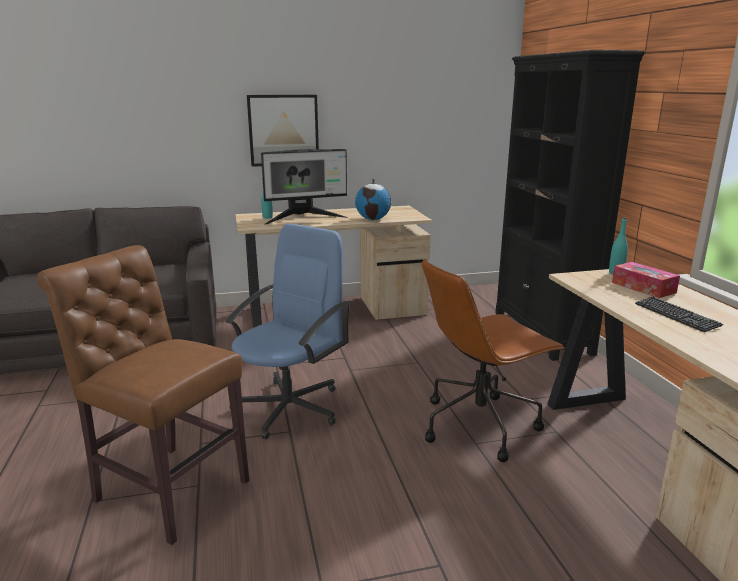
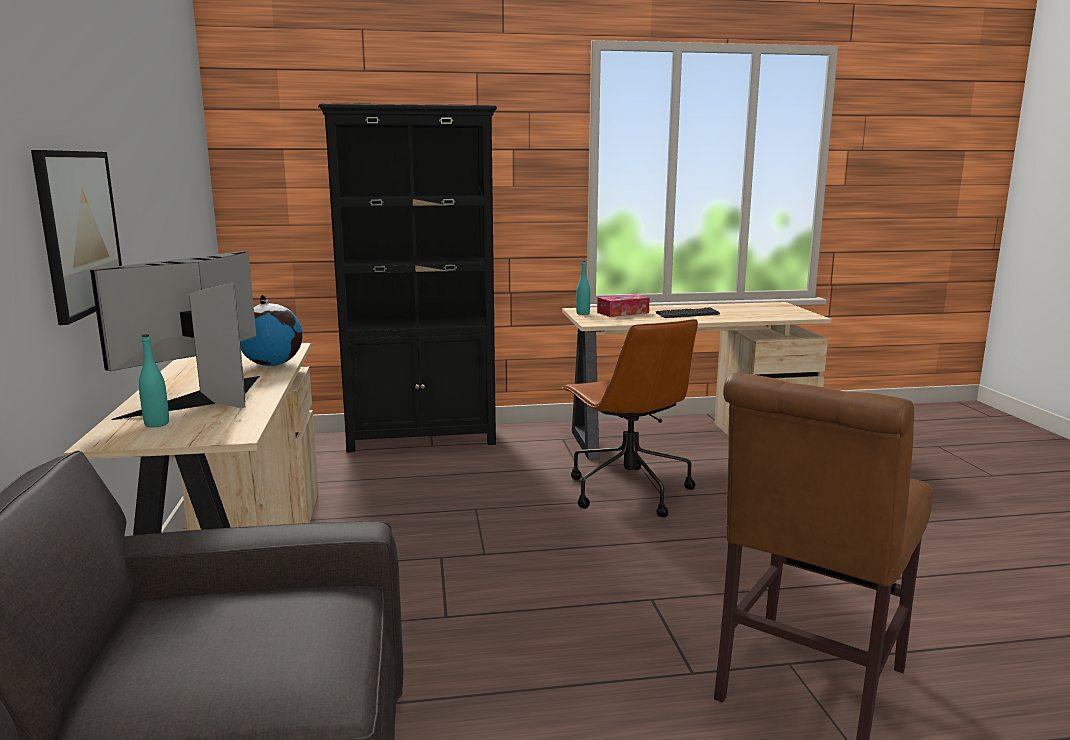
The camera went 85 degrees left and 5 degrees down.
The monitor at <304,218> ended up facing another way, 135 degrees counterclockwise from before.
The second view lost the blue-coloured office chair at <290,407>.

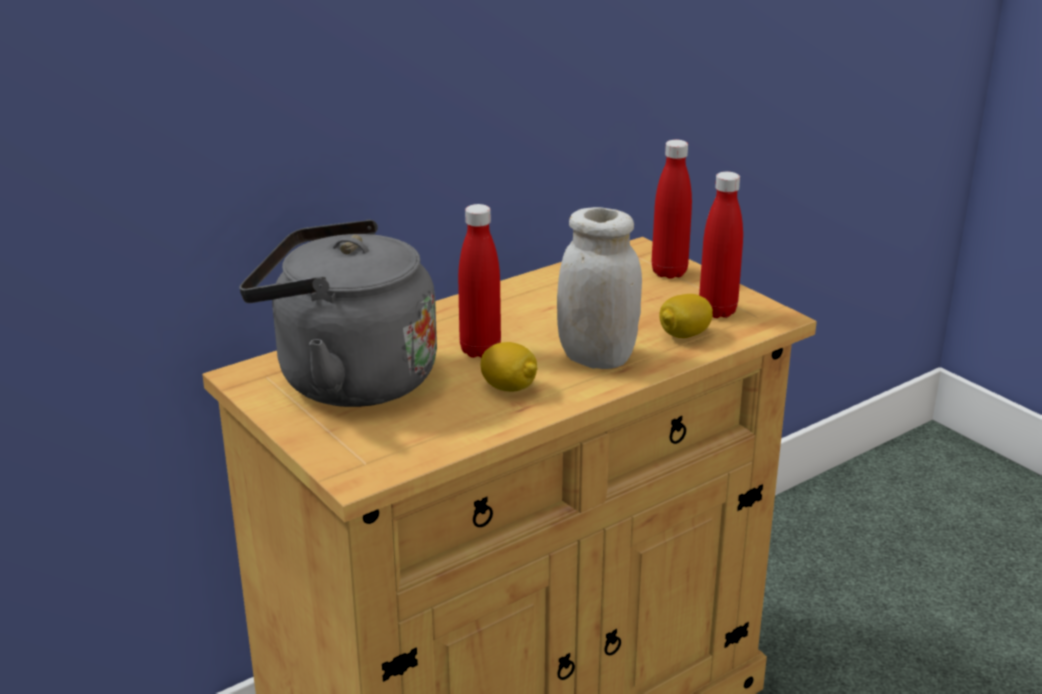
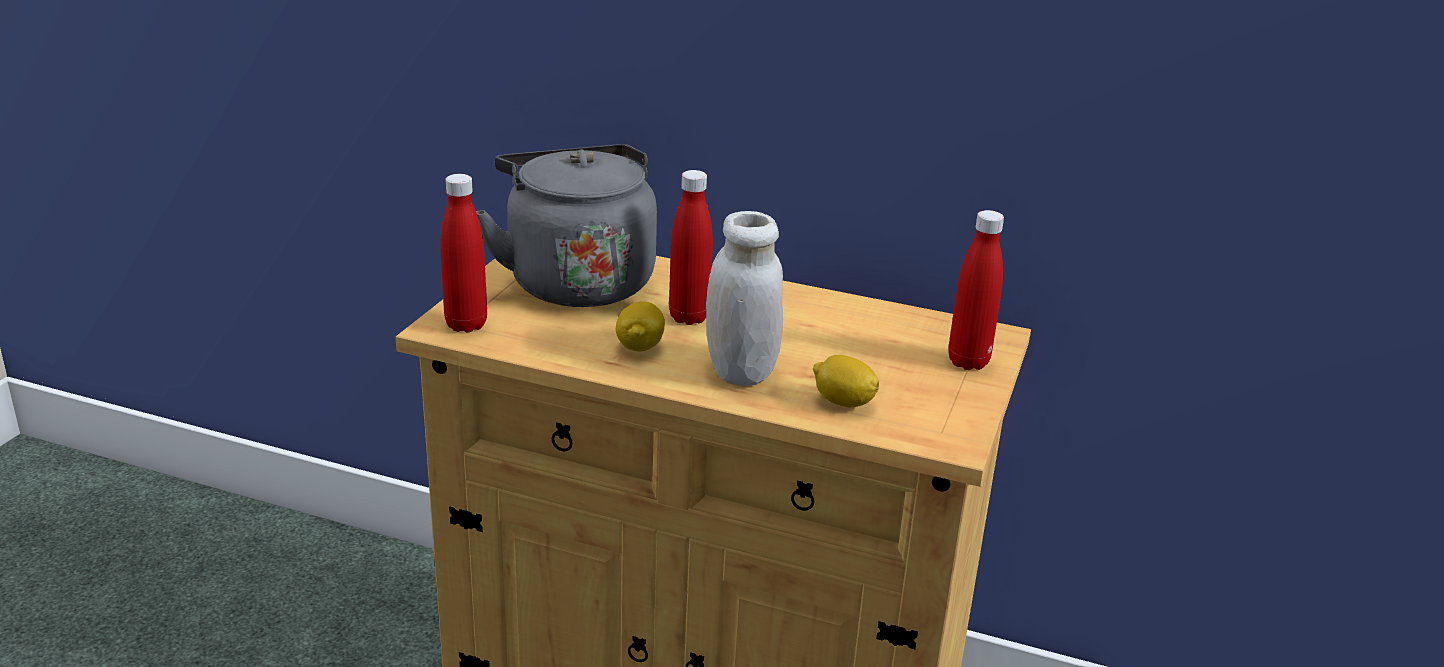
The camera went 55 degrees right and 0 degrees up.
The reddish drink bottle ended up elsewhere, having gone from <717,311> to <466,324>.

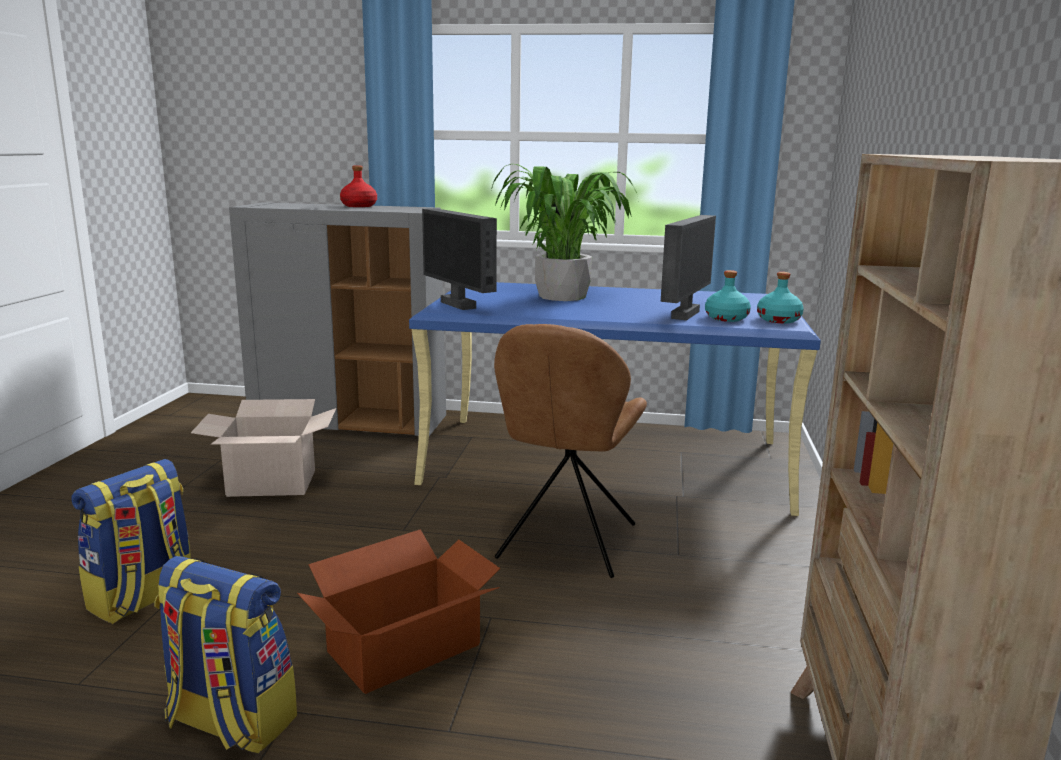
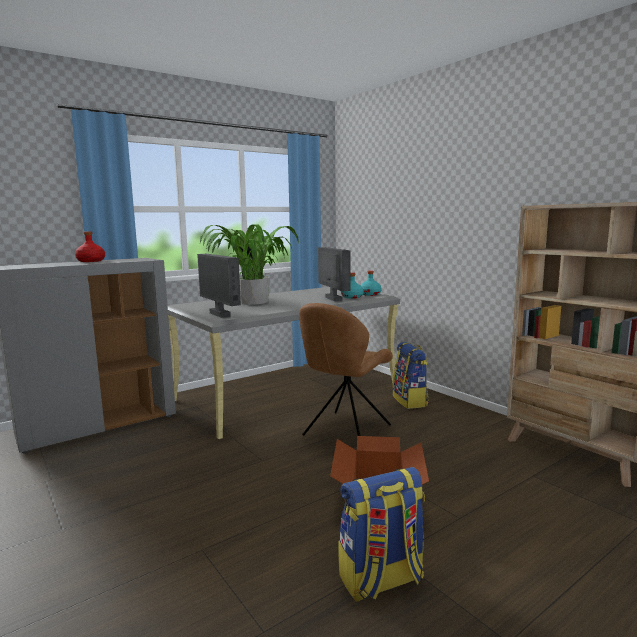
The camera went 45 degrees left and 5 degrees down.
What was the blue-coloured desk unit at <608,462> turned into the grey desk unit at <289,393>.
The monitor at <459,305> ended up facing another way, 45 degrees clockwise from before.
The brown-coloured upright chair at <566,544> ended up facing another way, 60 degrees clockwise from before.
The backpack ended up elsewhere, having gone from <143,598> to <410,401>.
The second view lost the cardboard box at <272,483>.

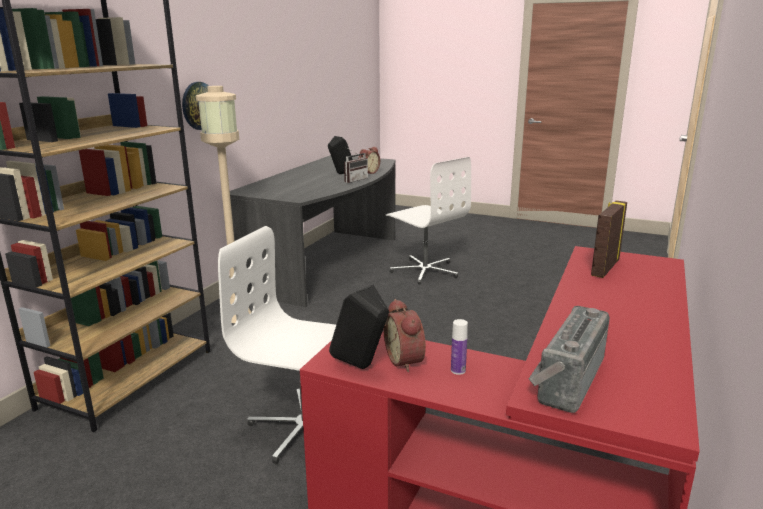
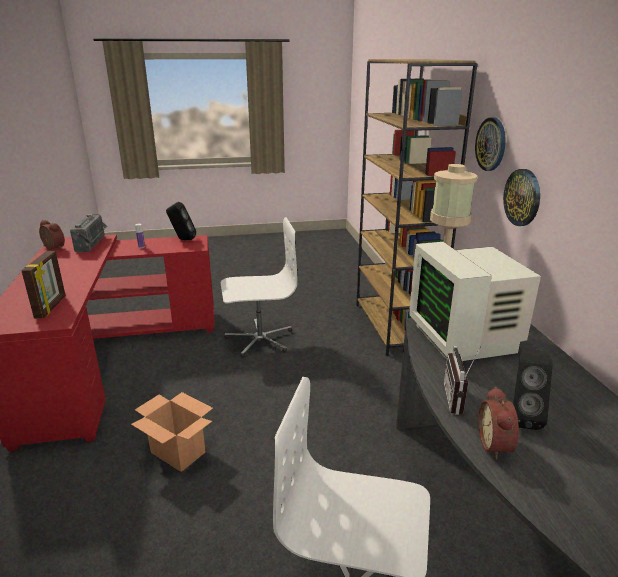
The camera went 145 degrees right and 5 degrees up.
The alarm clock ended up elsewhere, having gone from <407,360> to <53,248>.
The second view gained the cardboard box at <177,452>.
The second view gained the monitor at <465,338>.
The second view gained the clock on the wall at <491,144>.

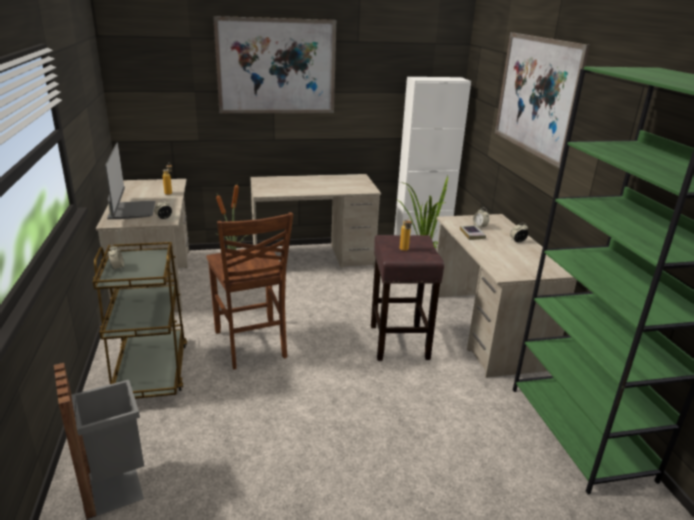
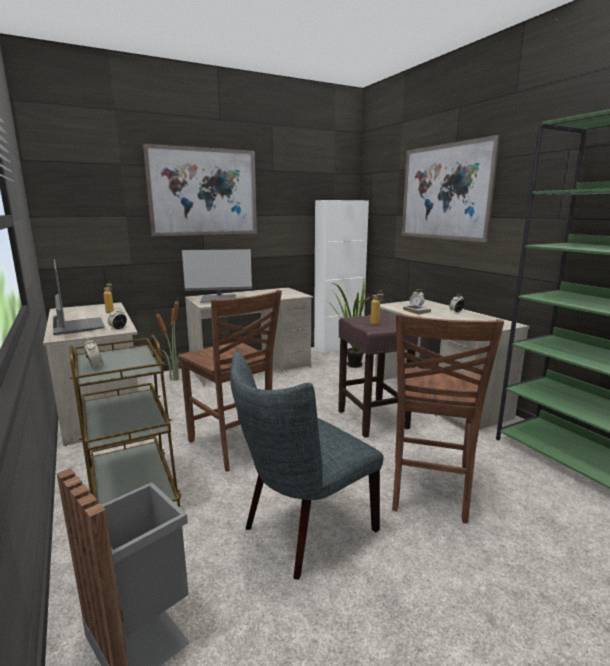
The camera went 15 degrees left and 10 degrees down.
The second view gained the monitor at <219,299>.
The second view gained the grey upright chair at <303,531>.
The second view gained the brown-coloured upright chair at <429,490>.

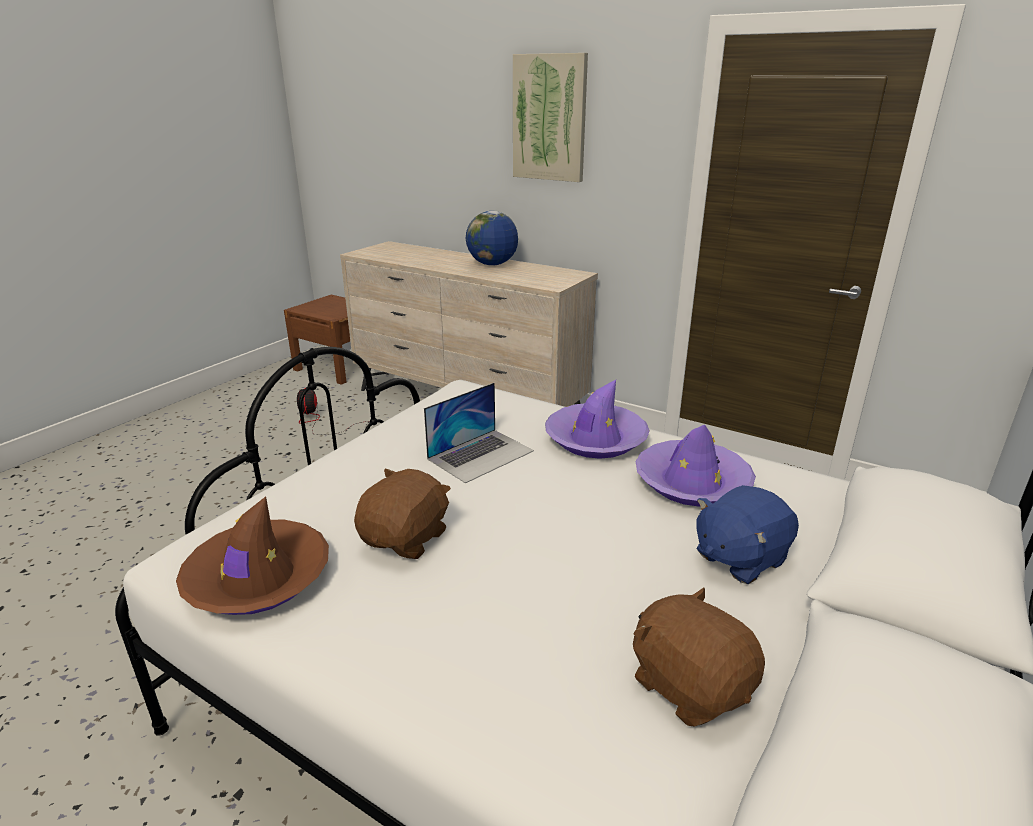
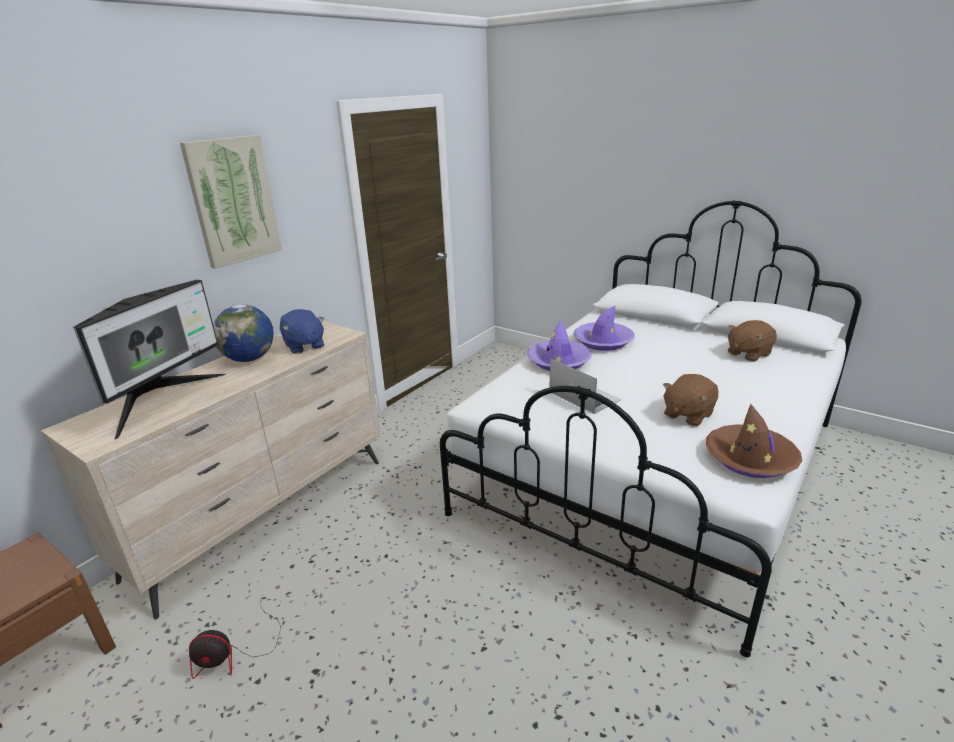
The camera went 85 degrees left and 0 degrees up.
The second view gained the monitor at <162,400>.
The blue-coloured soft toy ended up elsewhere, having gone from <739,557> to <304,346>.
The brown-coloured soft toy at <406,539> ended up facing another way, 75 degrees counterclockwise from before.

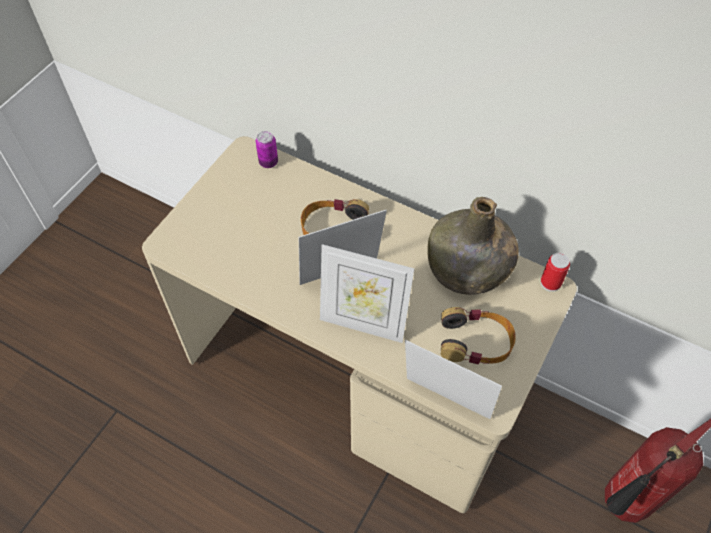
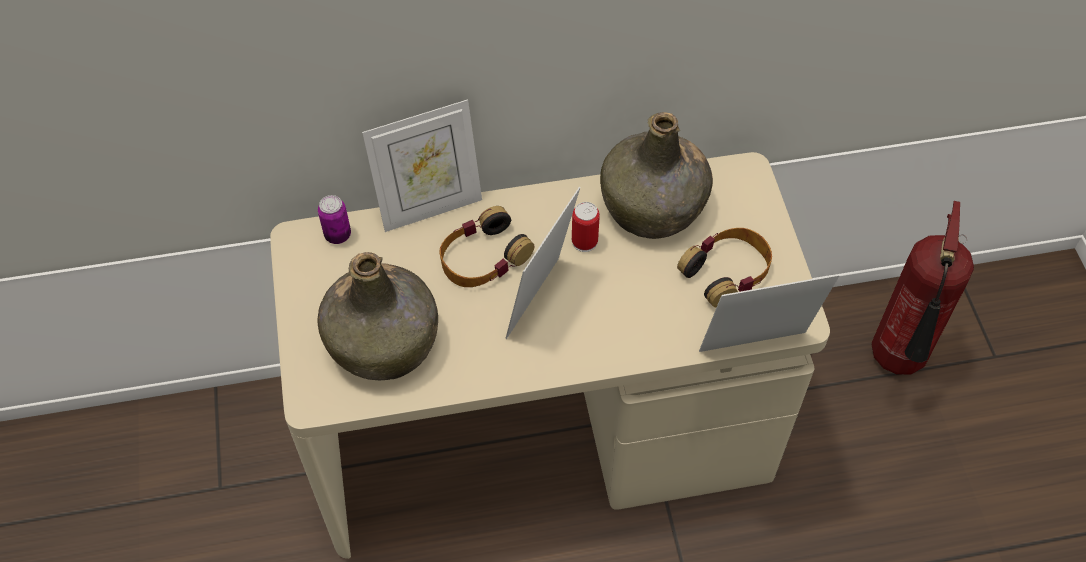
The camera went 40 degrees left and 0 degrees up.
The second view gained the green drink bottle at <384,341>.
The picture frame ended up elsewhere, having gone from <363,323> to <430,207>.
The can ended up elsewhere, having gone from <550,283> to <584,241>.

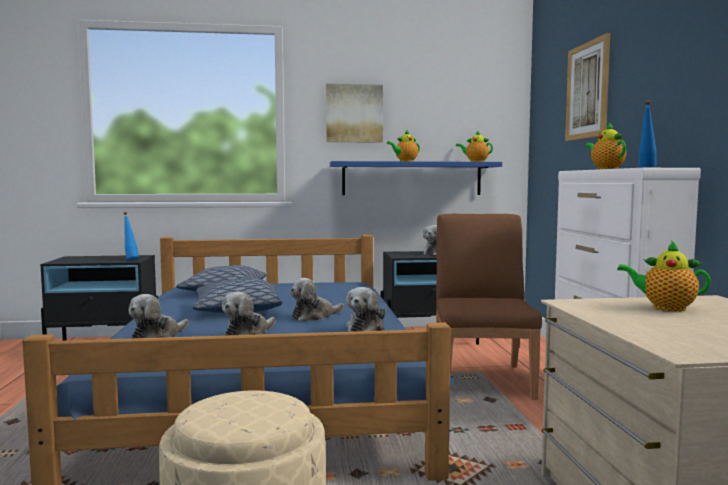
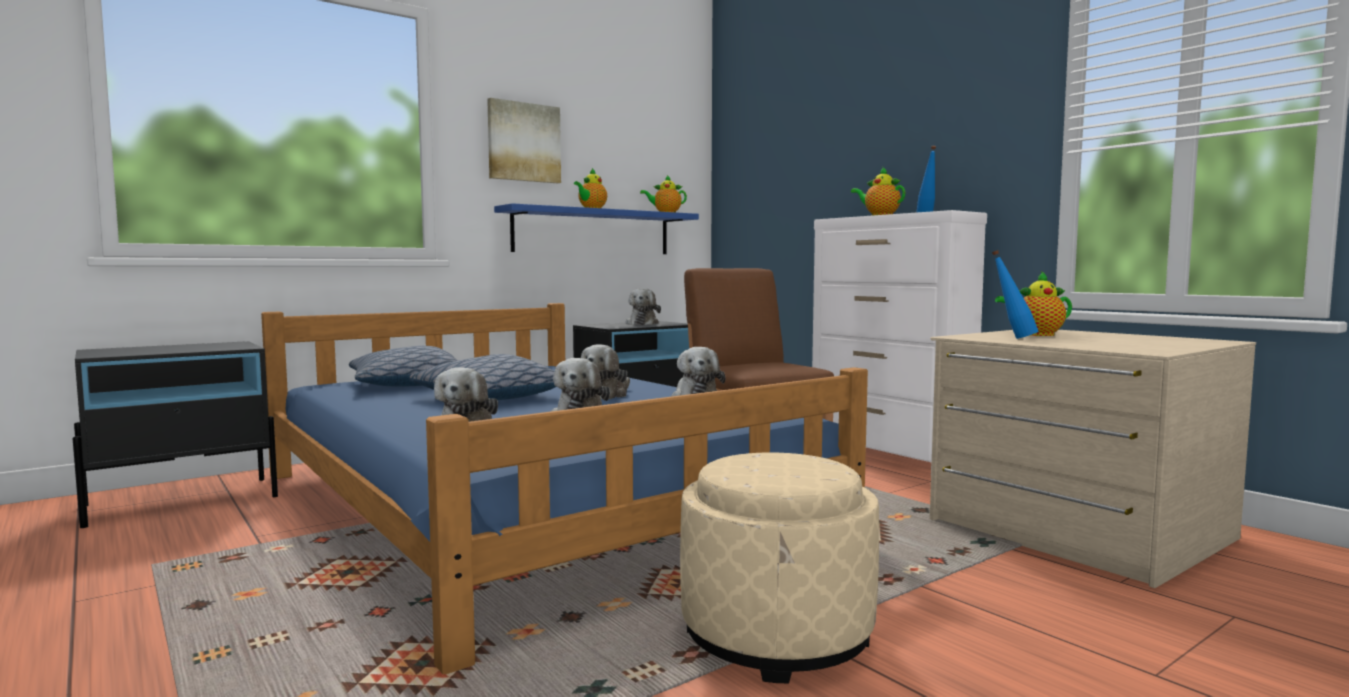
The camera went 30 degrees left and 0 degrees up.
The blue-coloured drink bottle ended up elsewhere, having gone from <130,259> to <1012,338>.
The second view lost the wall picture at <587,90>.

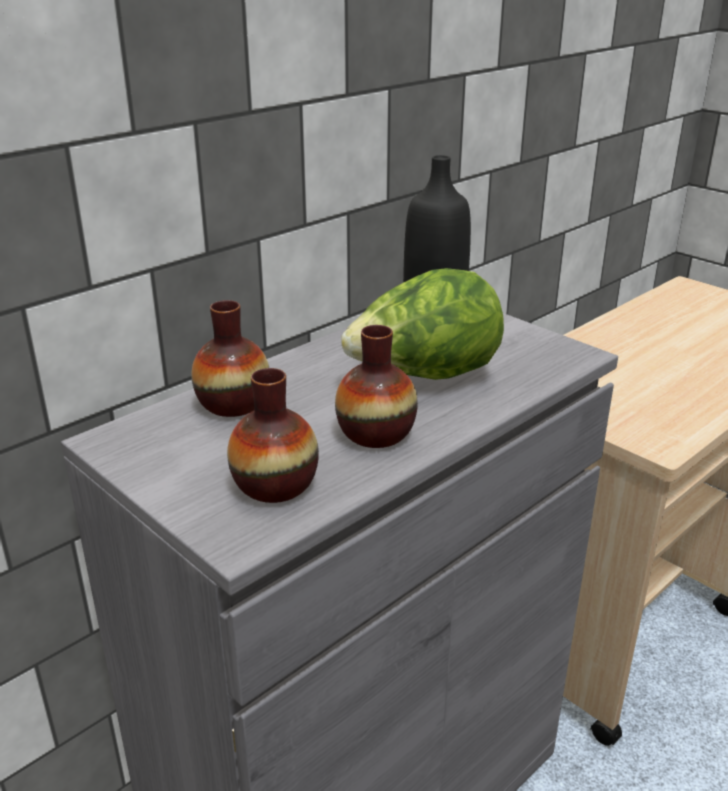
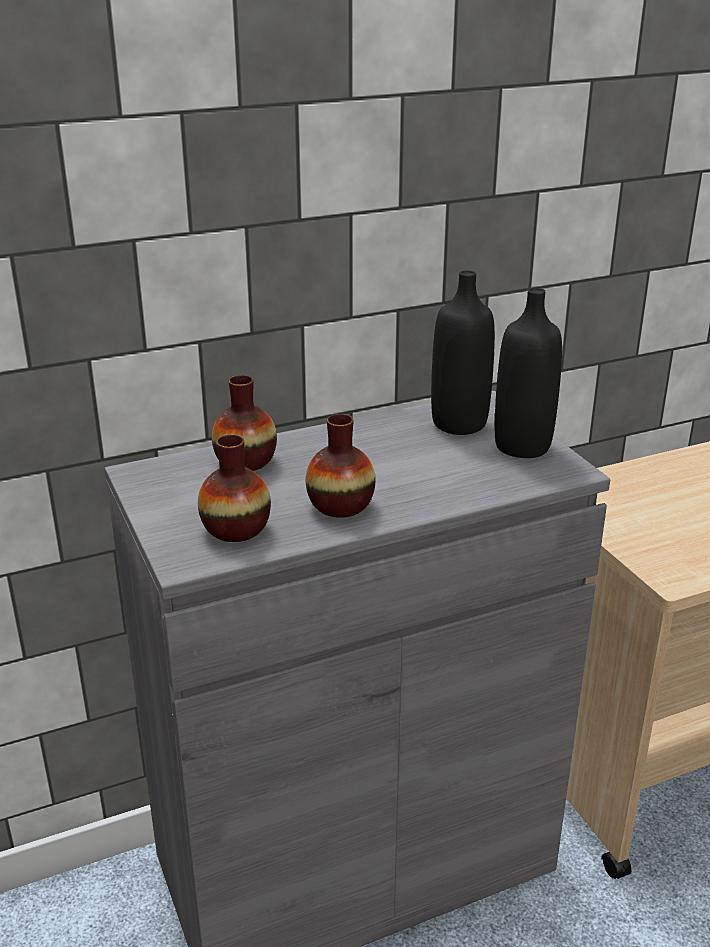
The camera went 20 degrees right and 0 degrees up.
The second view gained the blackish drink bottle at <522,446>.
The second view lost the head of lettuce at <424,377>.

